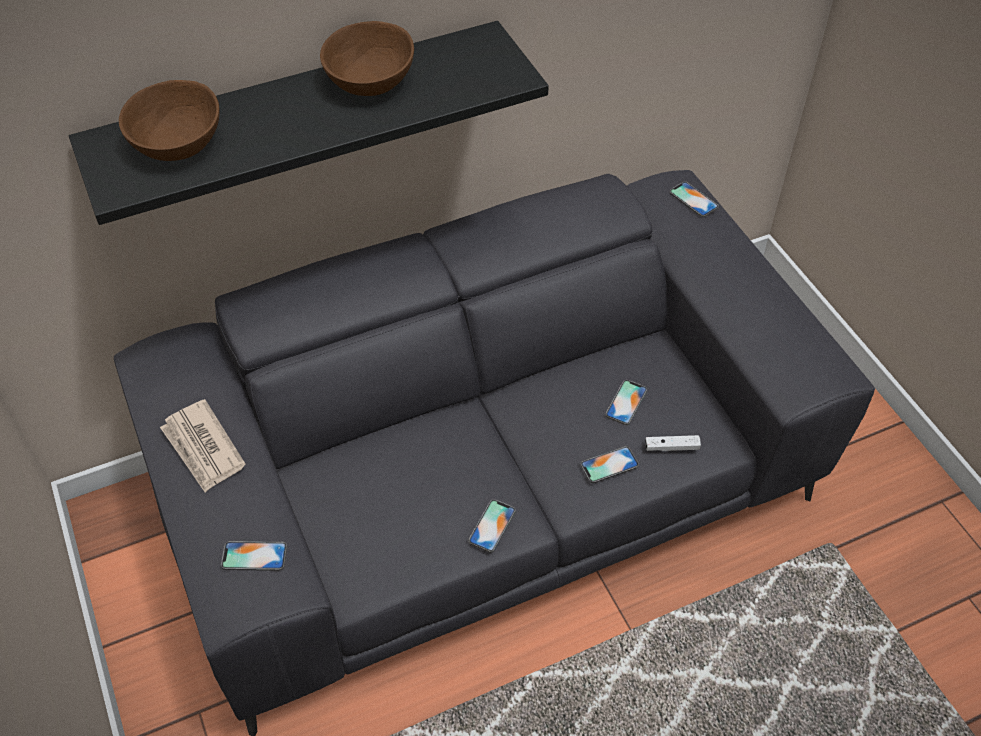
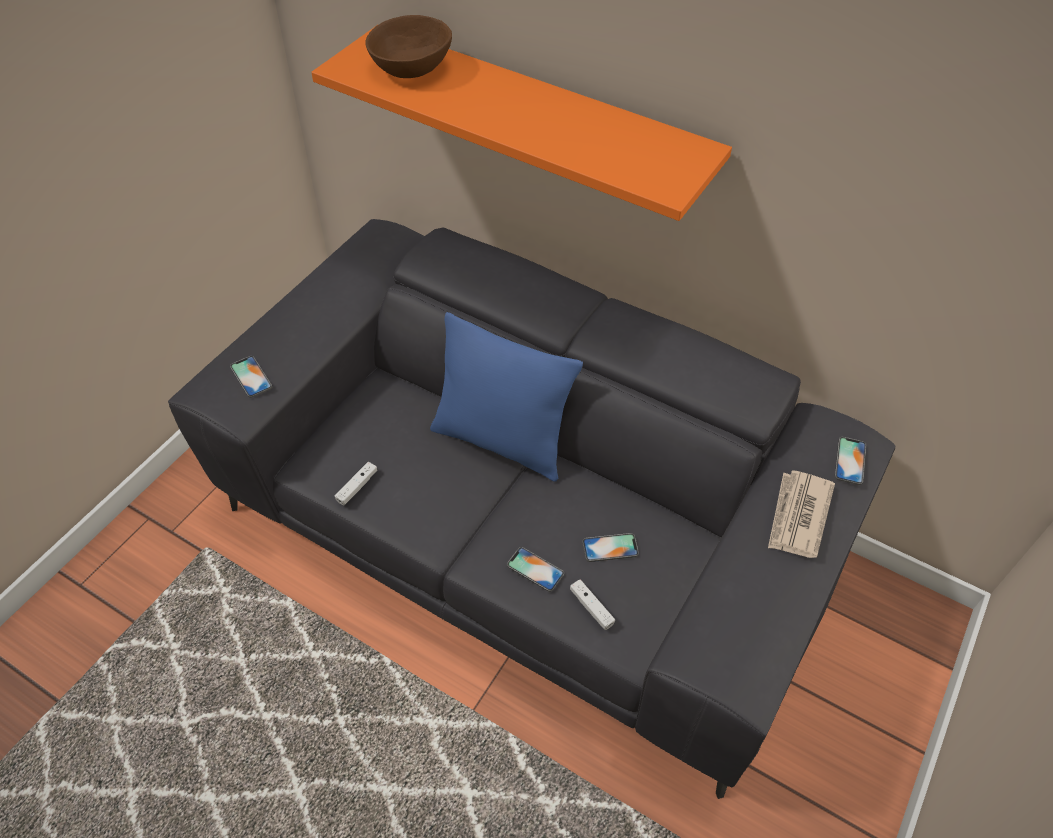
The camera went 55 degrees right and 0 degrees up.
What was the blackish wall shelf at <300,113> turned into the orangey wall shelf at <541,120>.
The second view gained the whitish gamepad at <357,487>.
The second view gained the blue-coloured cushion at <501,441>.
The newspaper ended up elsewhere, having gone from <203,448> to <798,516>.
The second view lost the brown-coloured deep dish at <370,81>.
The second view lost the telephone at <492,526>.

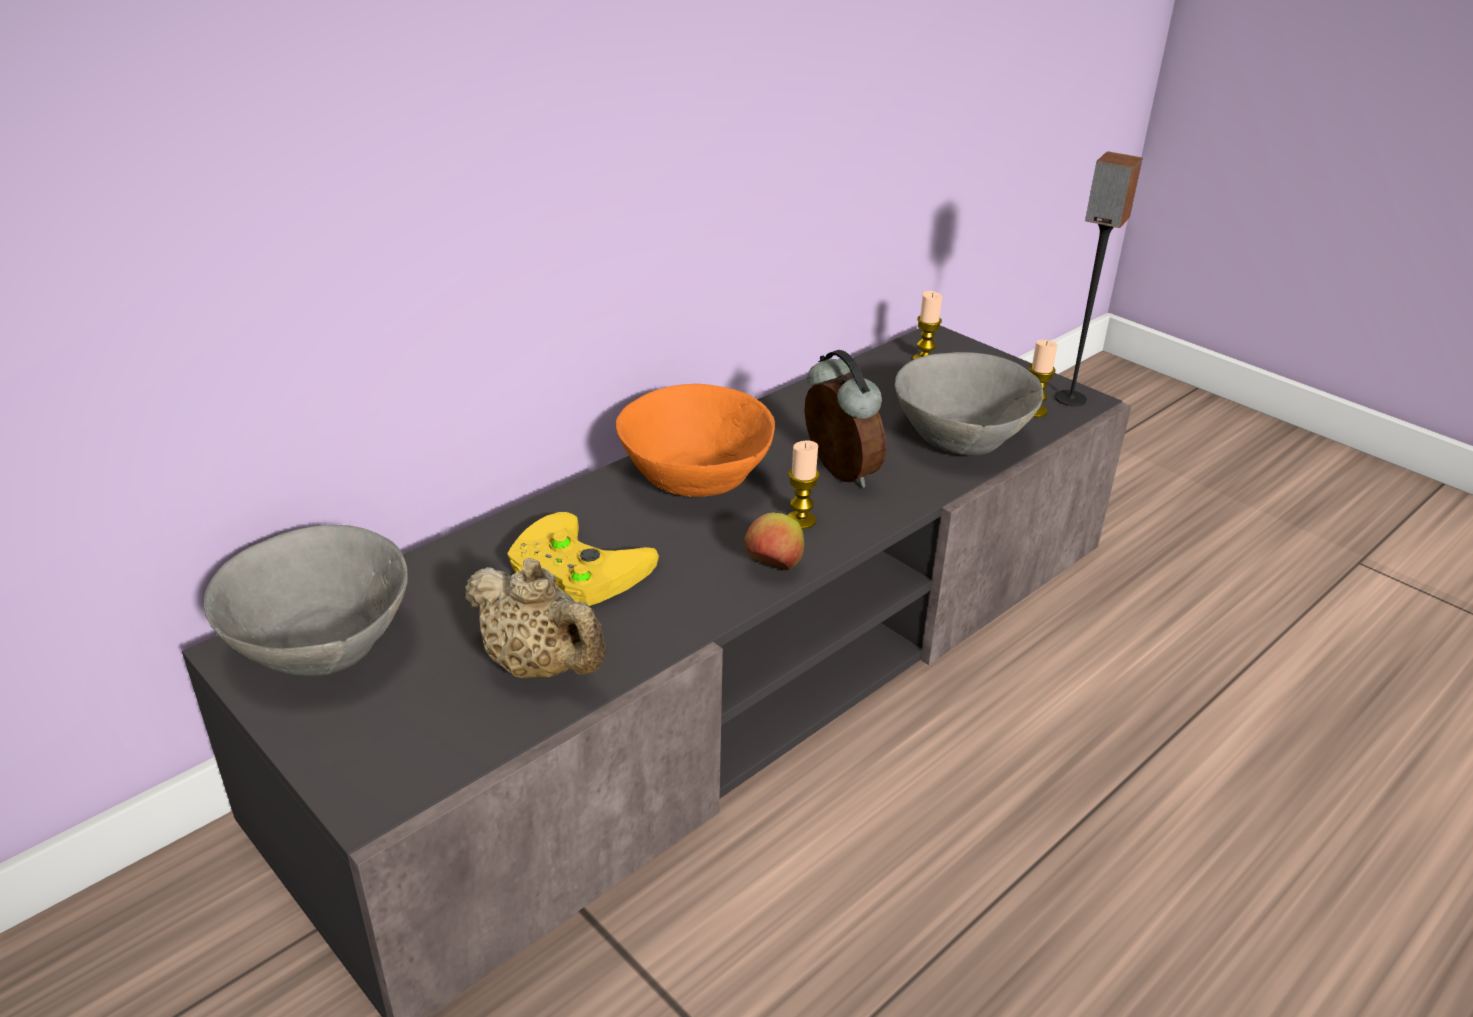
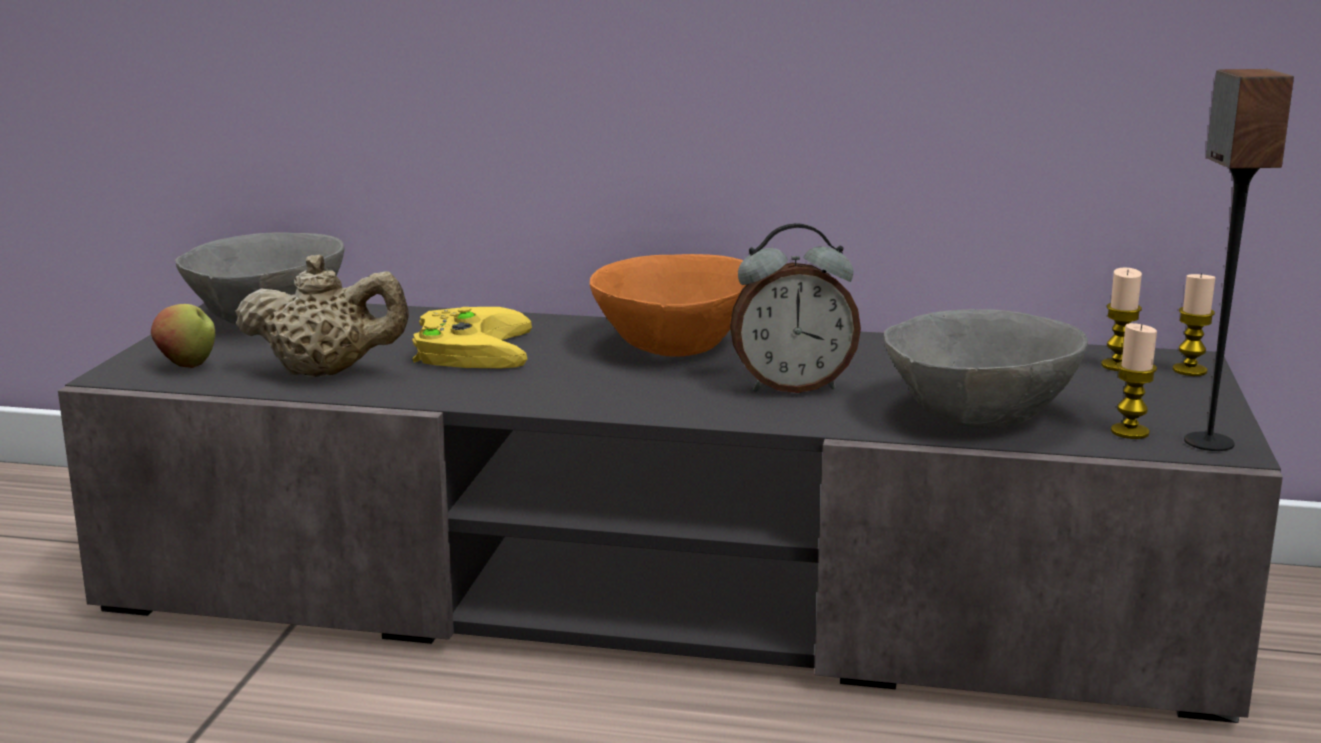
The camera went 55 degrees right and 15 degrees down.
The whole apple ended up elsewhere, having gone from <774,567> to <187,366>.
The beige-coloured tea pot at <541,666> ended up facing another way, 90 degrees counterclockwise from before.
The alarm clock at <837,474> ended up facing another way, 60 degrees clockwise from before.
The candle ended up elsewhere, having gone from <800,521> to <1189,370>.

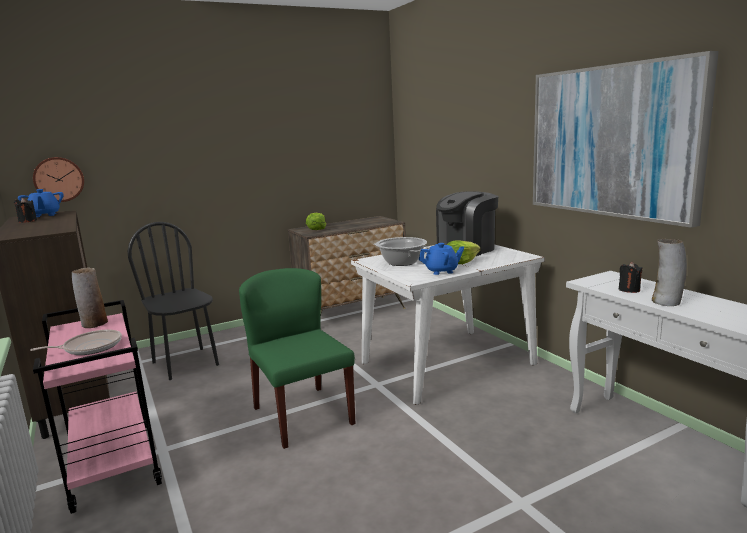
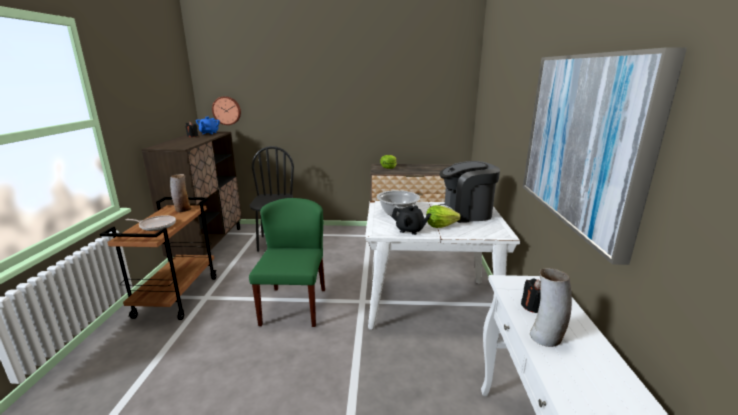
The camera went 30 degrees right and 5 degrees up.
What was the pinkish wheeled cart at <112,464> turned into the brown-coloured wheeled cart at <177,296>.
What was the blue-coloured tea pot at <442,271> turned into the blackish tea pot at <410,230>.

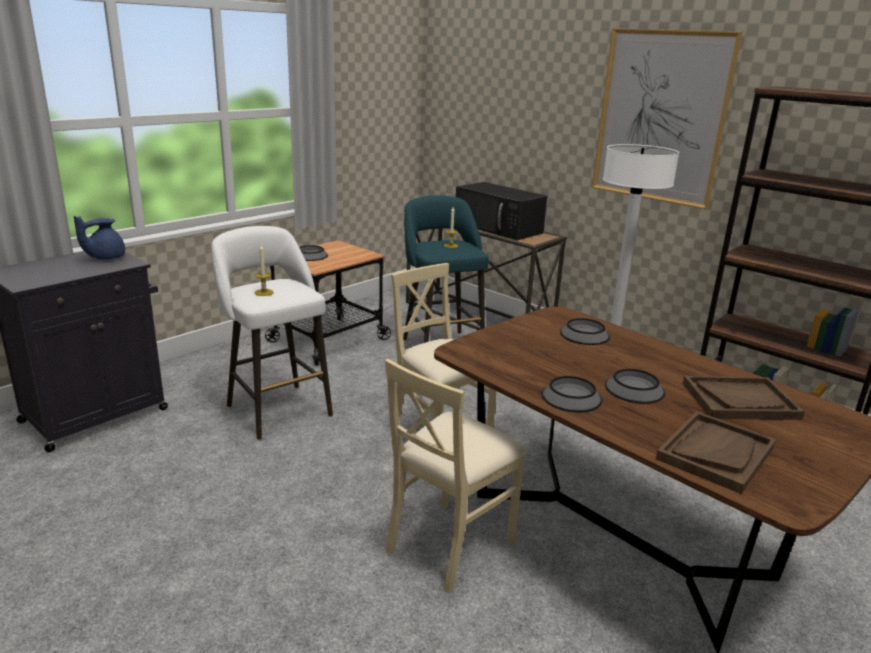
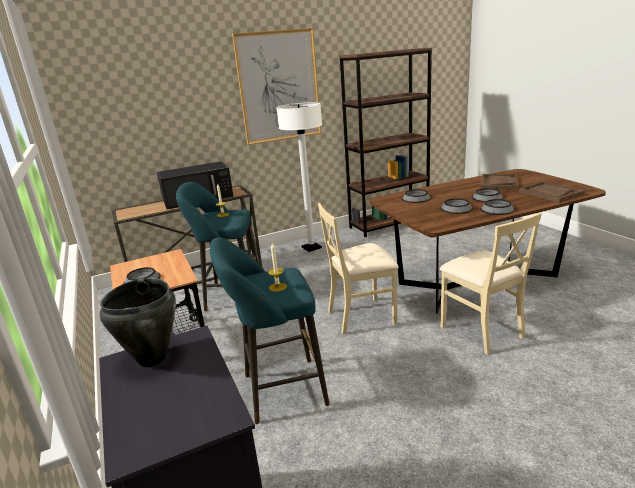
The camera went 65 degrees left and 0 degrees up.
Where the blue-coloured tea pot stood at <105,257>, the blackish saucepot came to stand at <151,359>.
What was the whitish sitting stool at <276,408> turned into the turquoise-coloured sitting stool at <279,391>.
The second view gained the deep dish at <456,208>.

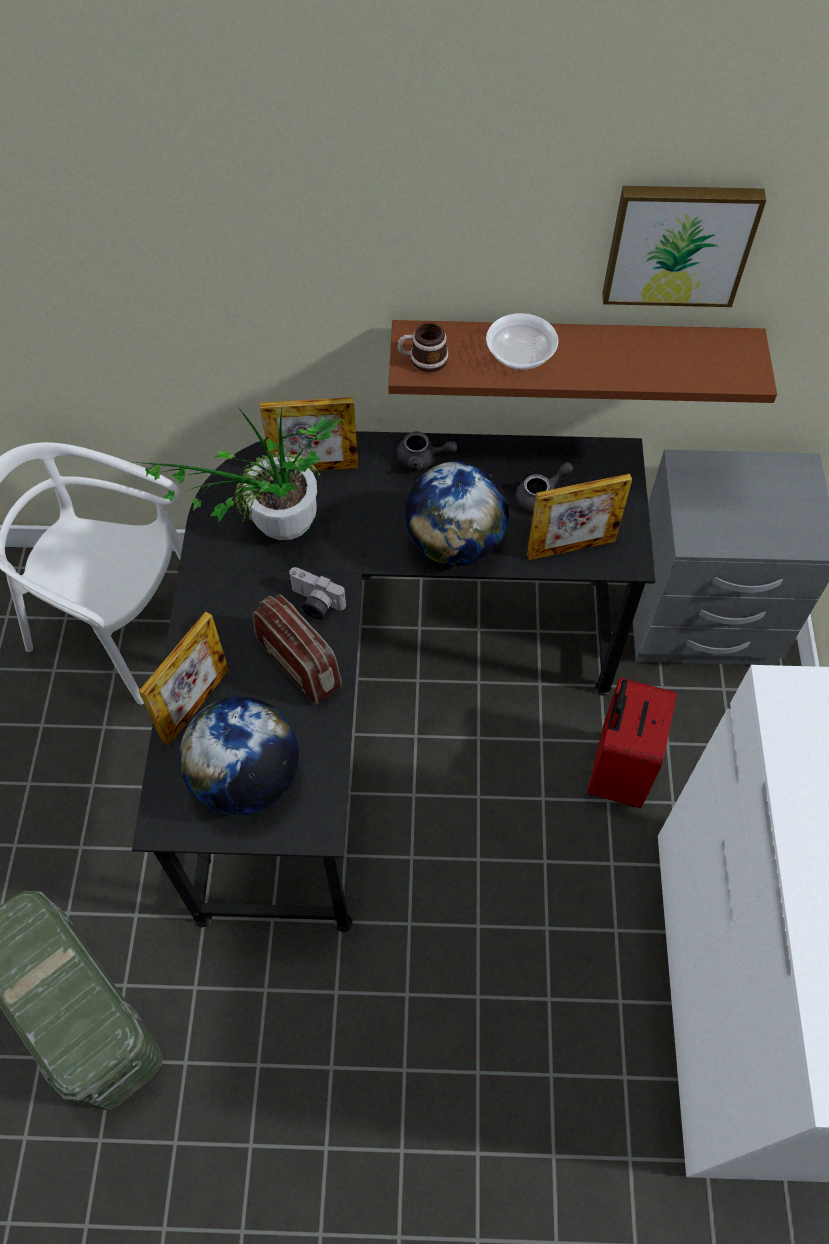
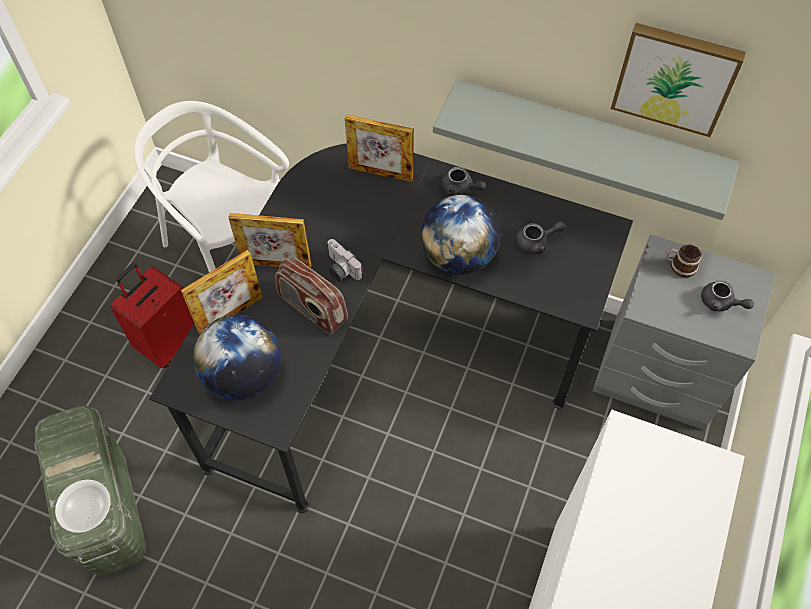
The camera went 20 degrees right and 0 degrees up.
The deep dish ended up elsewhere, having gone from <519,355> to <87,510>.
The reddish piece of luggage ended up elsewhere, having gone from <616,771> to <168,341>.
The picture frame ended up elsewhere, having gone from <571,548> to <276,264>.
The radio at <300,664> ended up facing another way, 150 degrees clockwise from before.
What was the brown-coloured wall shelf at <573,354> turned into the grey wall shelf at <587,141>.
The coffee mug ended up elsewhere, having gone from <423,359> to <679,265>.
The second view gained the grey tea pot at <720,303>.
The second view lost the plant in a pot at <273,530>.

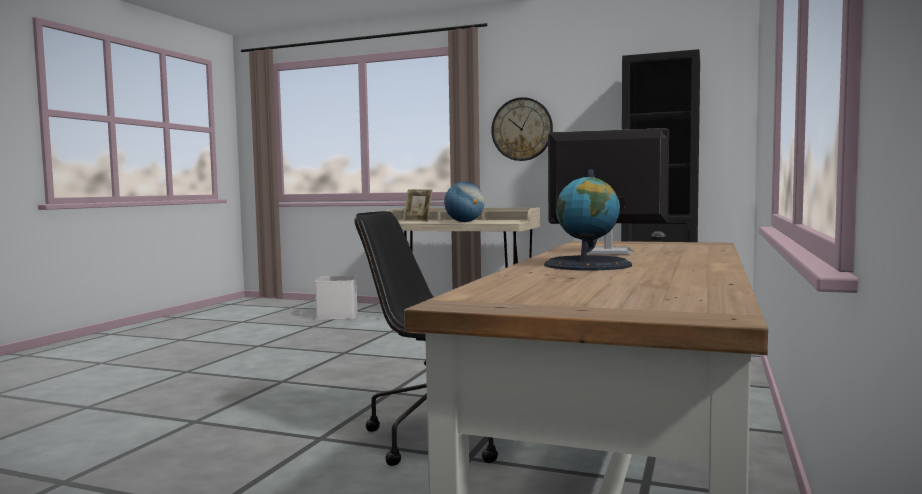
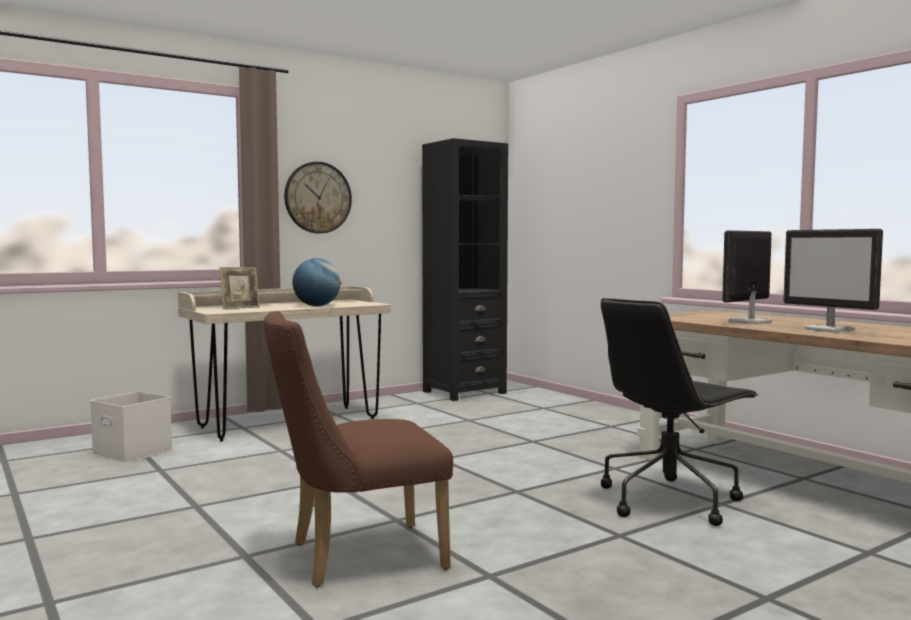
The camera went 55 degrees left and 0 degrees up.
The second view gained the brown-coloured upright chair at <355,557>.
Where the desk globe stood at <588,265>, the monitor came to stand at <830,330>.

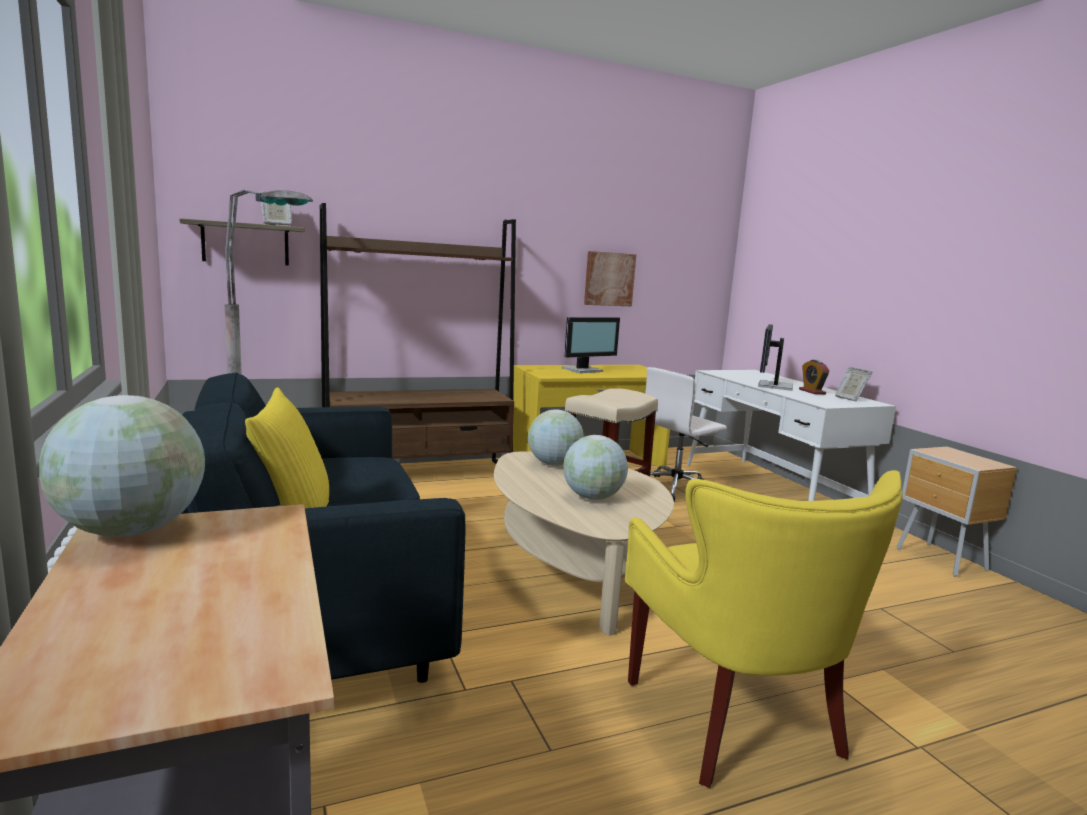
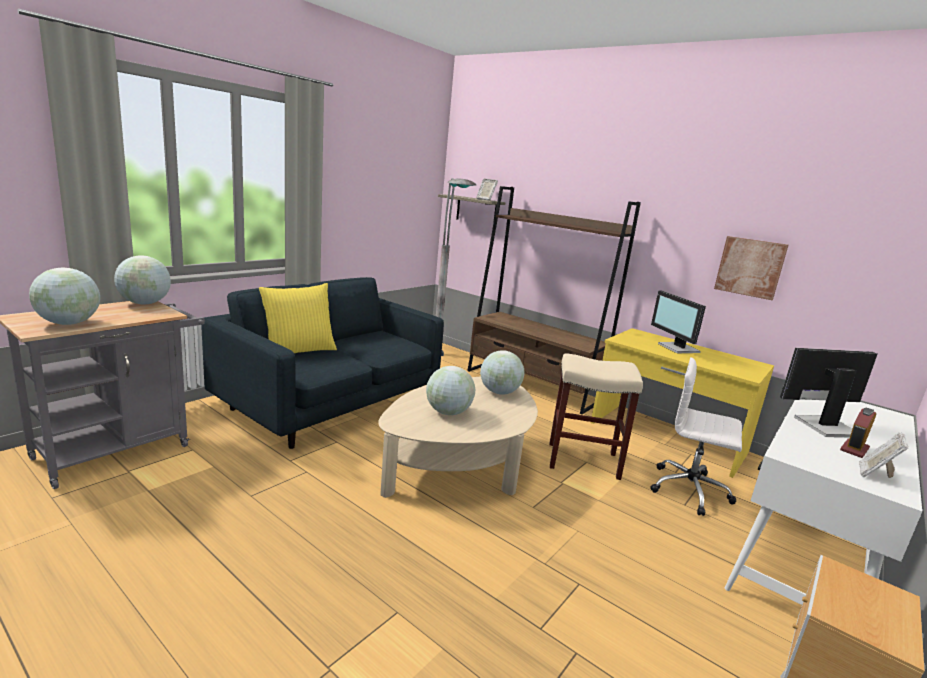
The camera went 60 degrees right and 5 degrees up.
The second view gained the desk globe at <69,323>.
The monitor at <583,370> ended up facing another way, 45 degrees clockwise from before.
The second view lost the yellow lounge chair at <734,722>.

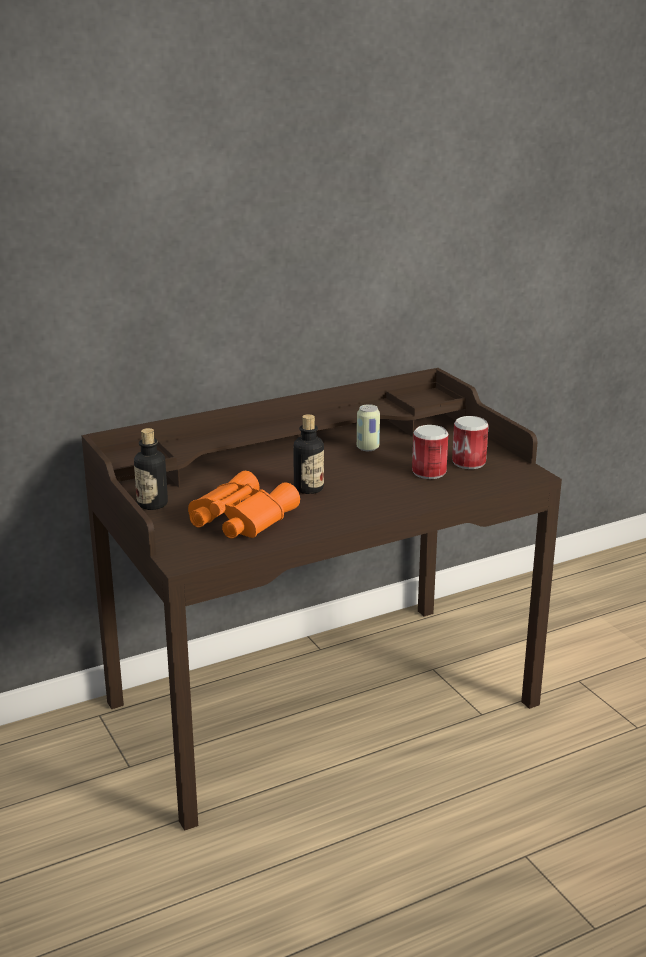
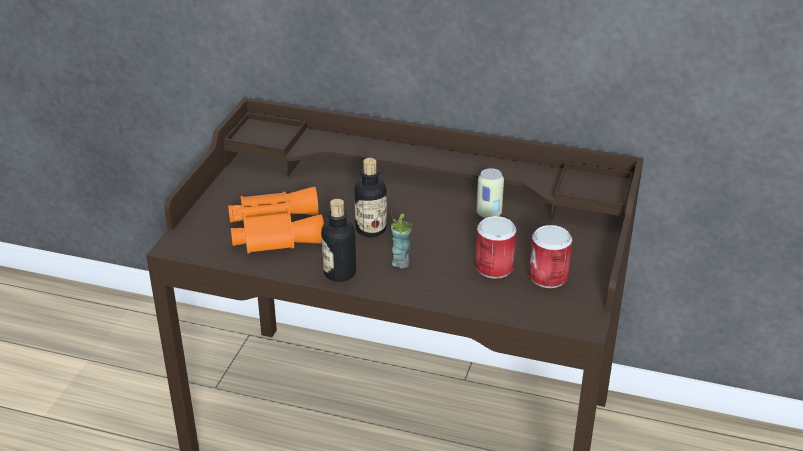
The camera went 45 degrees right and 10 degrees up.
The drink bottle ended up elsewhere, having gone from <152,504> to <339,273>.
The second view gained the drinking cup at <401,262>.

